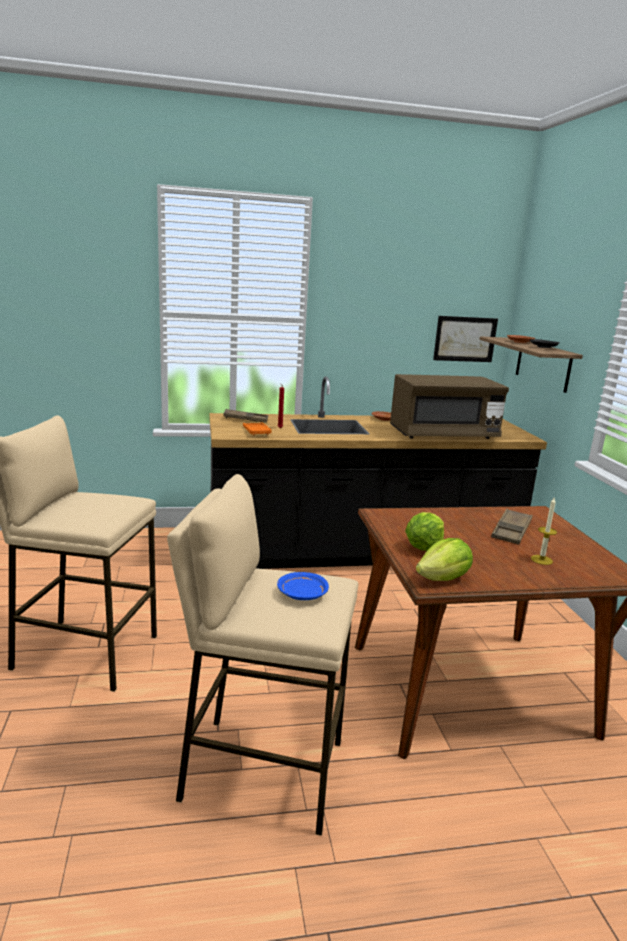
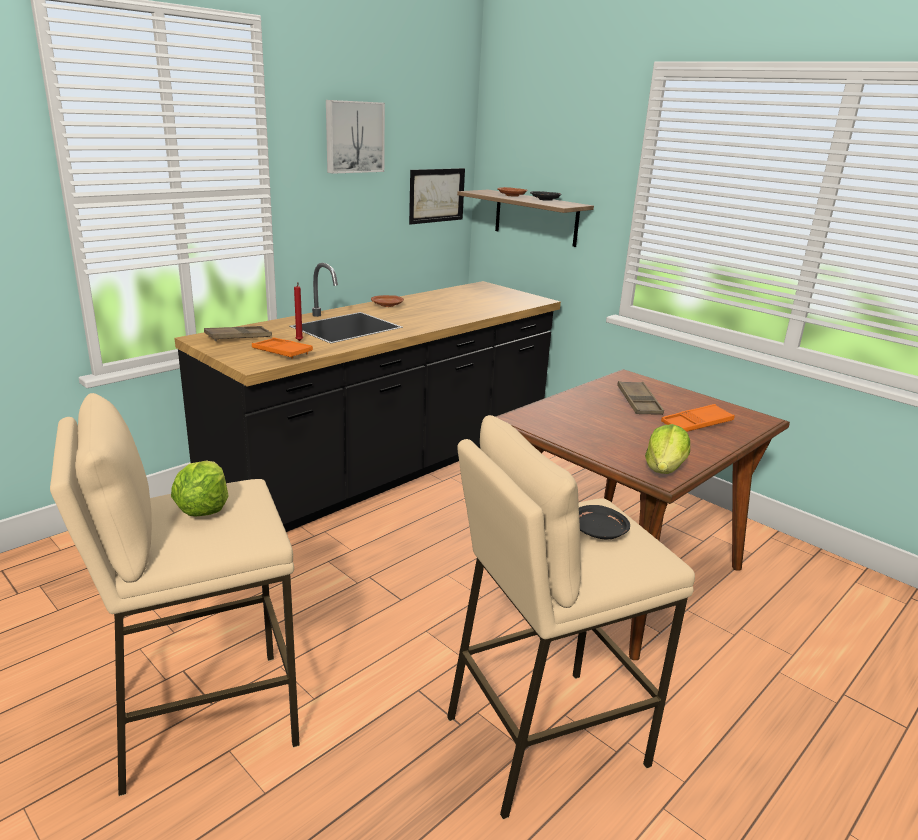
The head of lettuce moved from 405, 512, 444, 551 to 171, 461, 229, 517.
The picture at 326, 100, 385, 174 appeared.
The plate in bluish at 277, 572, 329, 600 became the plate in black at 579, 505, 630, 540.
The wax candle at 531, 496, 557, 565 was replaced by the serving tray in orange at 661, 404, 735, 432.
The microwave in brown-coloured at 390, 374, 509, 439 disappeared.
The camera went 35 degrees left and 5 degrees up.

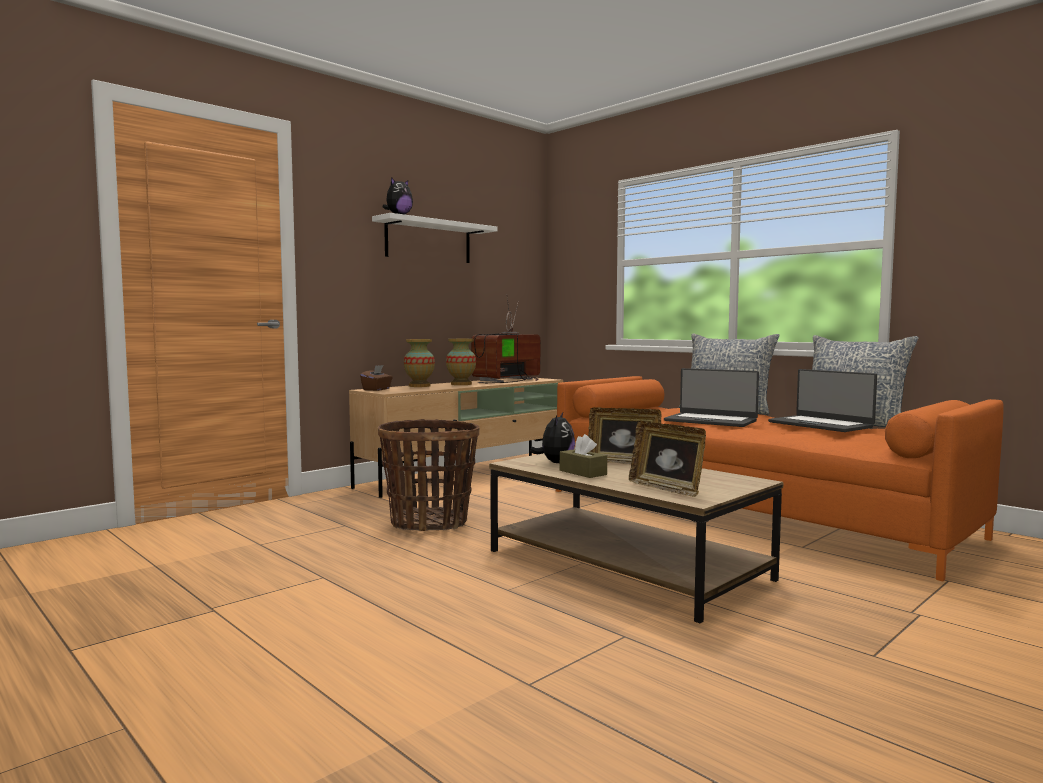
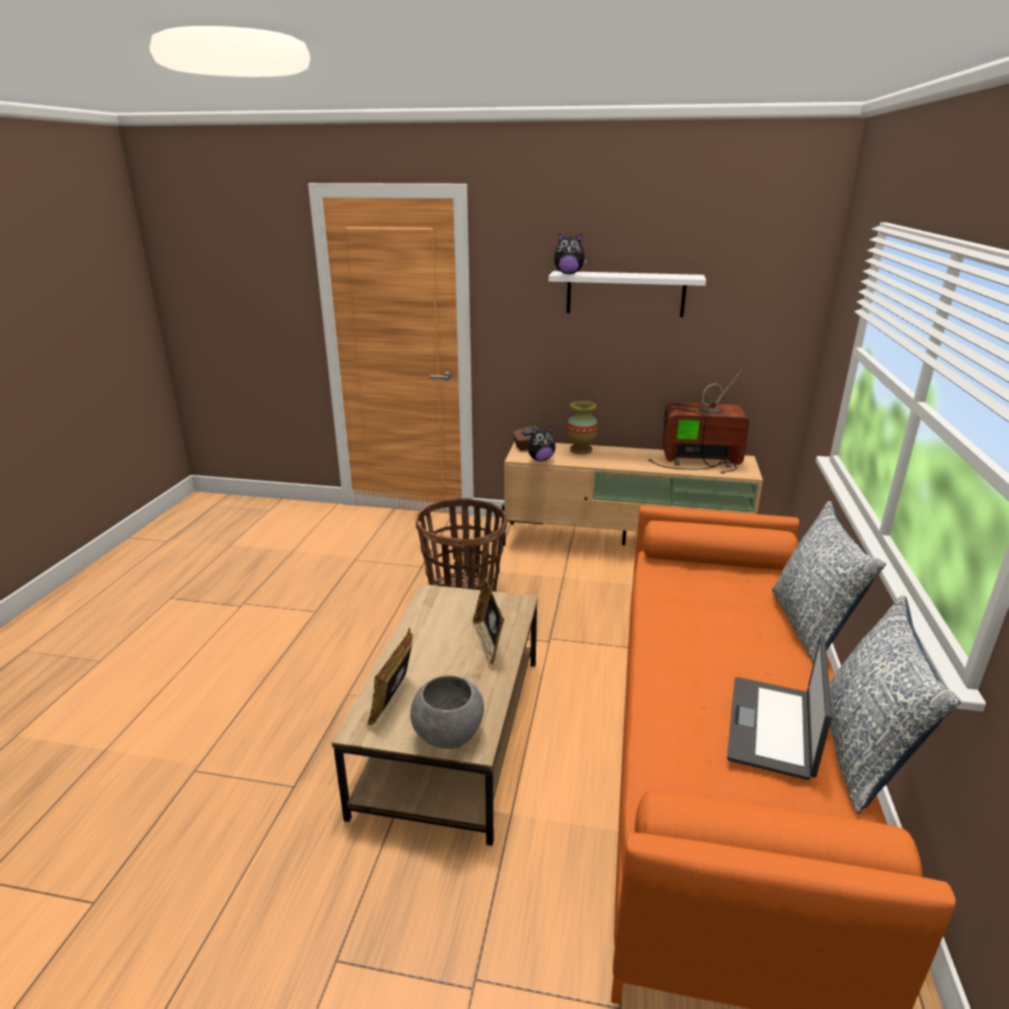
The bowl in greyish at 410, 675, 484, 749 appeared.
The plush toy moved from 530, 413, 575, 463 to 528, 426, 556, 461.
The decorative vase at 446, 339, 476, 385 disappeared.
The box of tissues in brown-coloured at 560, 434, 607, 478 disappeared.
The notebook computer at 664, 368, 759, 427 disappeared.
The camera went 55 degrees right and 20 degrees up.

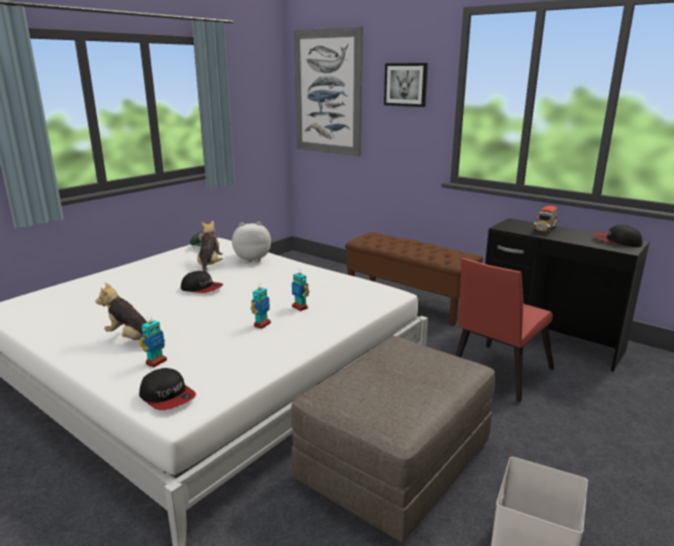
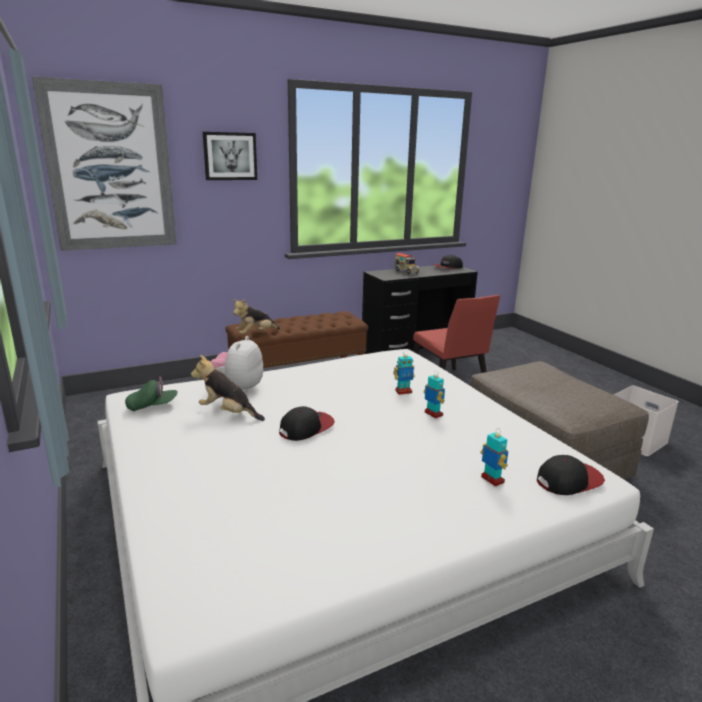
The plush toy moved from 96, 283, 164, 348 to 233, 299, 280, 334.
The camera went 65 degrees left and 0 degrees up.

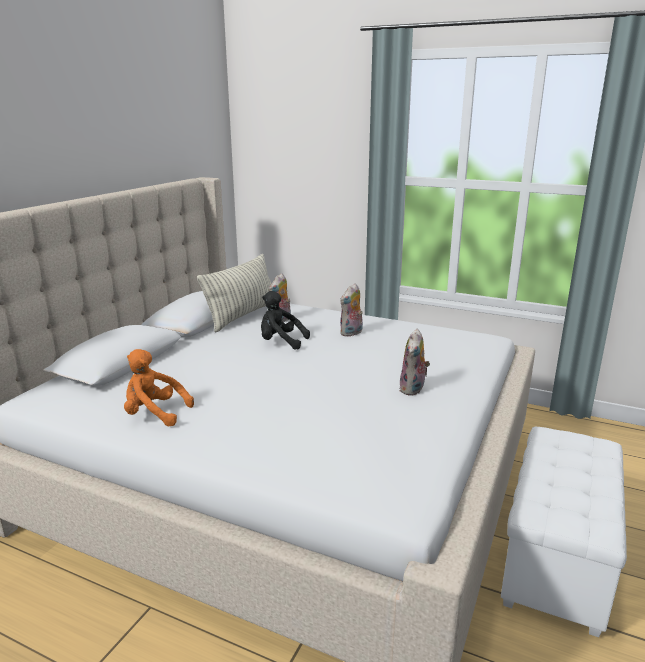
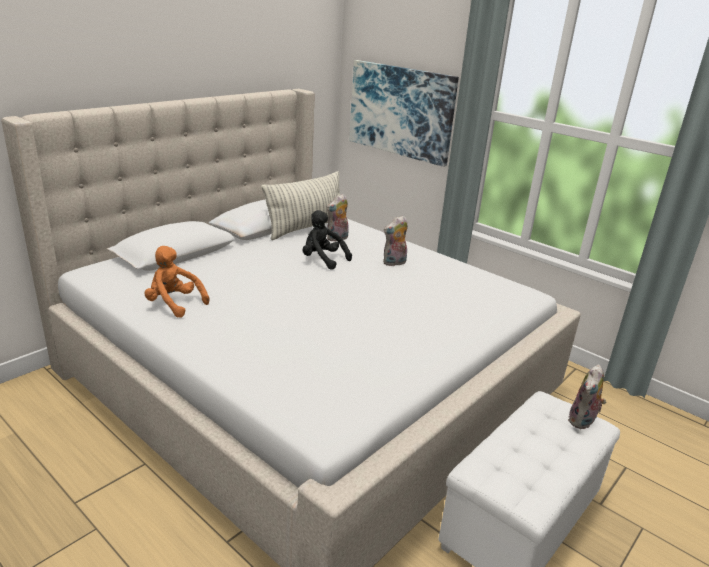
The picture at 349, 60, 459, 167 appeared.
The plush toy moved from 399, 329, 430, 396 to 568, 364, 606, 429.
The camera went 15 degrees right and 5 degrees up.

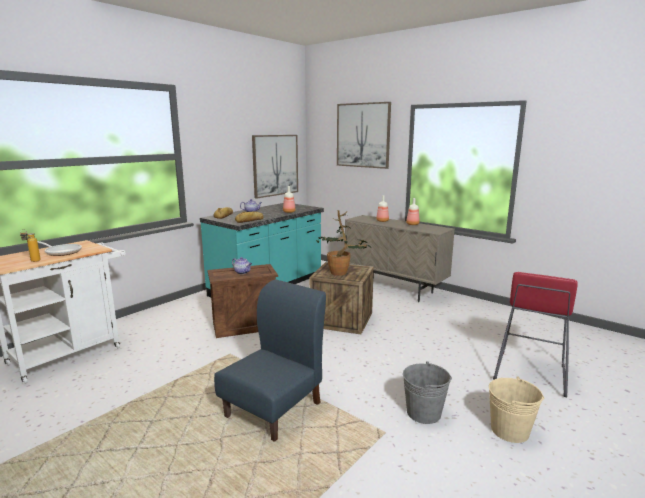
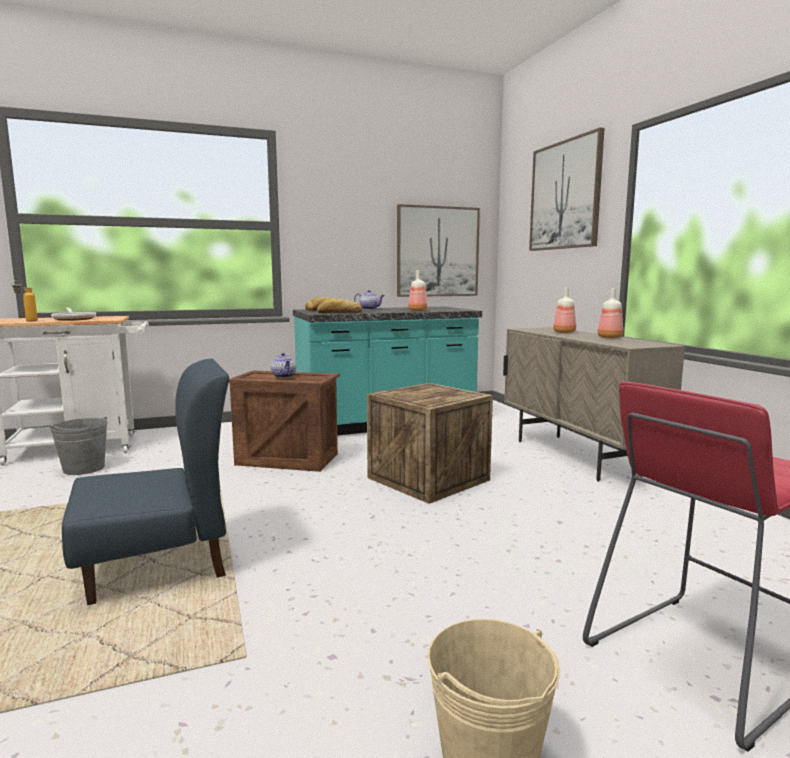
The pail in greyish moved from 403, 361, 452, 424 to 50, 417, 108, 475.
The houseplant at 316, 210, 371, 276 disappeared.
The camera went 30 degrees right and 5 degrees down.

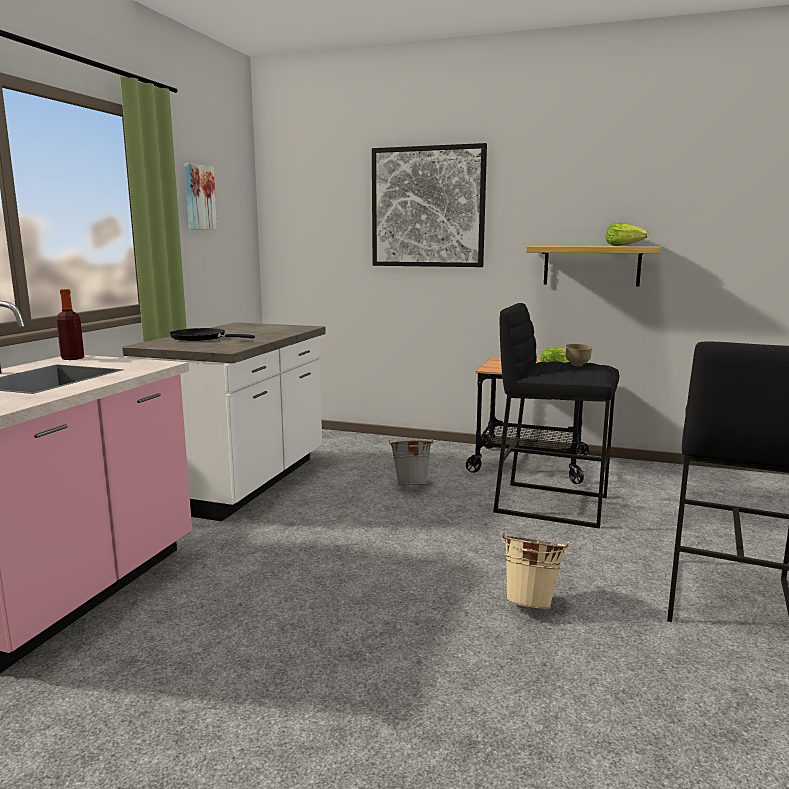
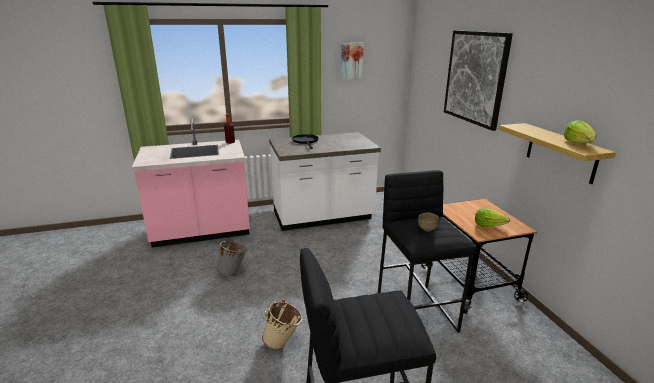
The pail in greyish moved from 389, 439, 434, 485 to 217, 239, 247, 276.
The camera went 55 degrees right and 10 degrees up.

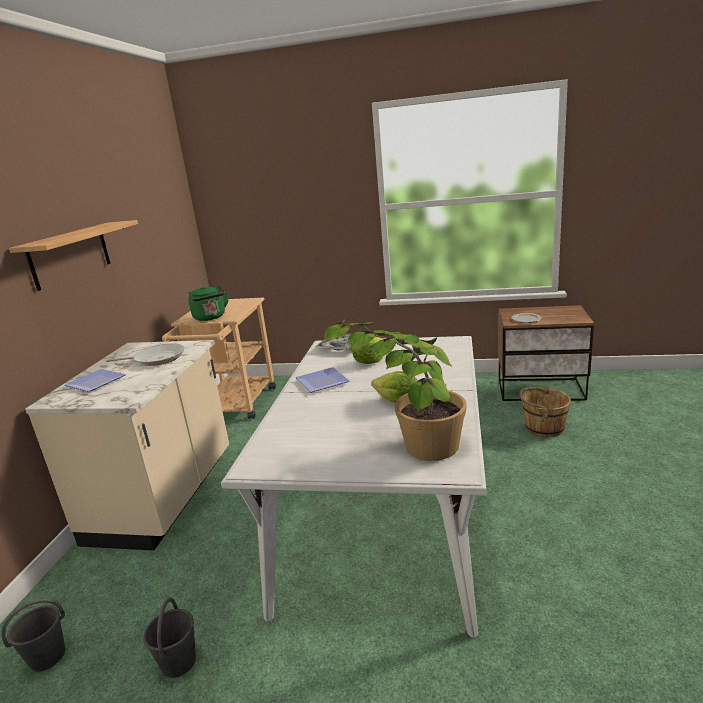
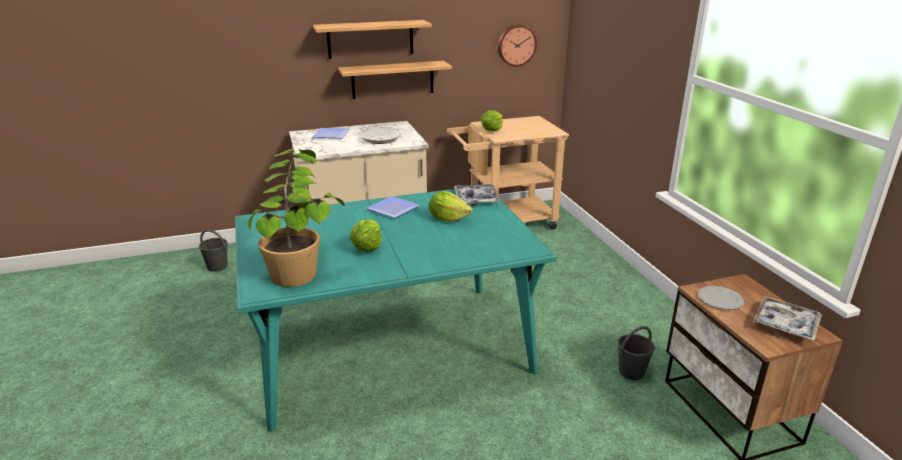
The kitchen table in white-coloured at 221, 336, 486, 638 became the kitchen table in blue-green at 235, 189, 557, 432.
The wall shelf at 338, 61, 452, 99 appeared.
The kettle in green at 189, 285, 229, 321 was replaced by the head of lettuce at 481, 110, 503, 131.
The hanging clock at 498, 25, 537, 67 appeared.
The pail in greyish moved from 143, 598, 196, 678 to 618, 326, 655, 380.
The serving tray at 753, 296, 822, 341 appeared.
The pail in brown-coloured at 519, 387, 571, 437 disappeared.
The camera went 60 degrees right and 5 degrees up.

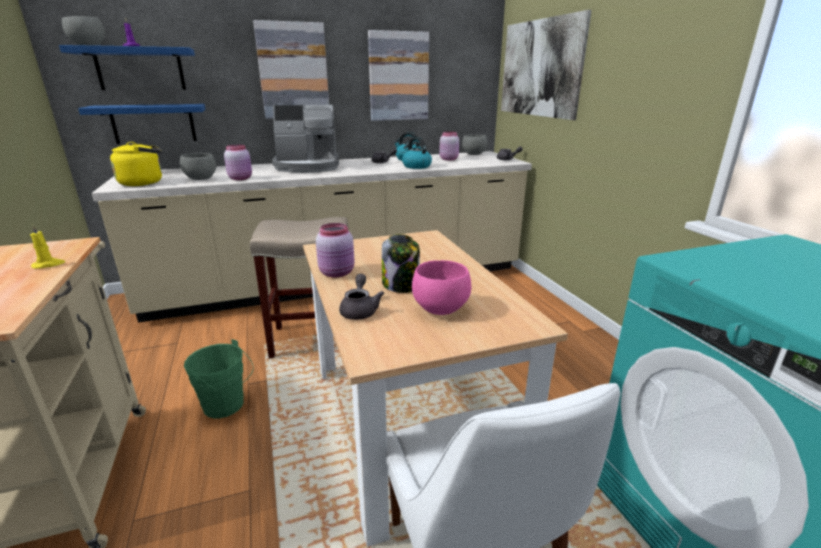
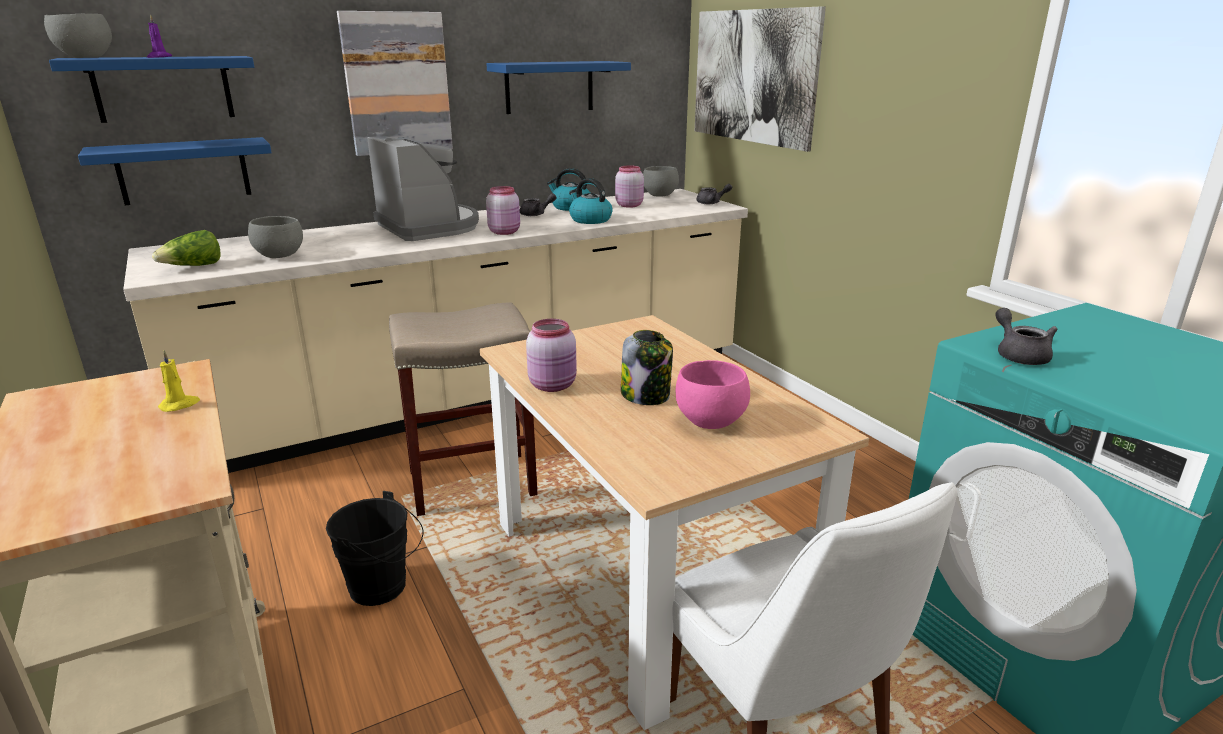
The kettle in yellow at 110, 142, 162, 186 was replaced by the head of lettuce at 152, 230, 221, 266.
The pail in green at 184, 339, 254, 418 became the pail in black at 326, 491, 423, 606.
The coffee maker at 272, 105, 339, 173 turned 105 degrees counterclockwise.
The picture at 368, 30, 429, 121 was replaced by the wall shelf in bluish at 486, 61, 631, 114.
The preserve jar in pink moved from 224, 145, 252, 180 to 486, 186, 520, 235.
The teapot in greyish moved from 339, 274, 384, 320 to 995, 308, 1058, 365.
The camera went 10 degrees left and 0 degrees up.

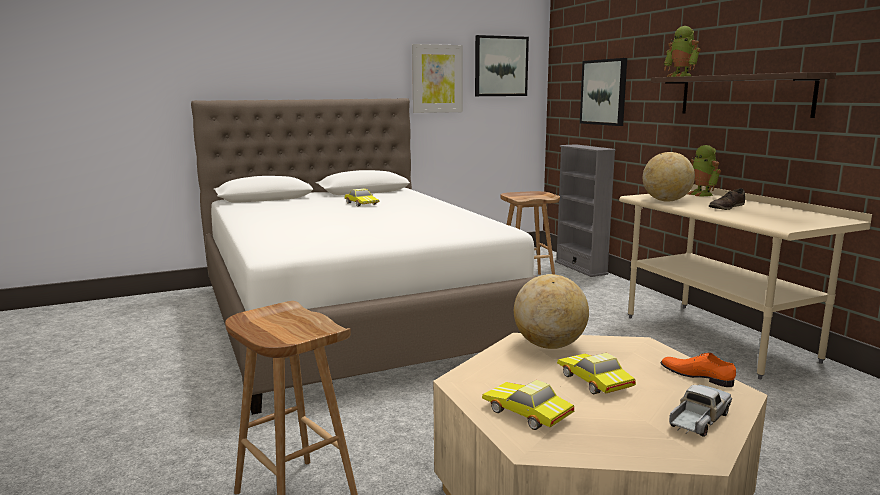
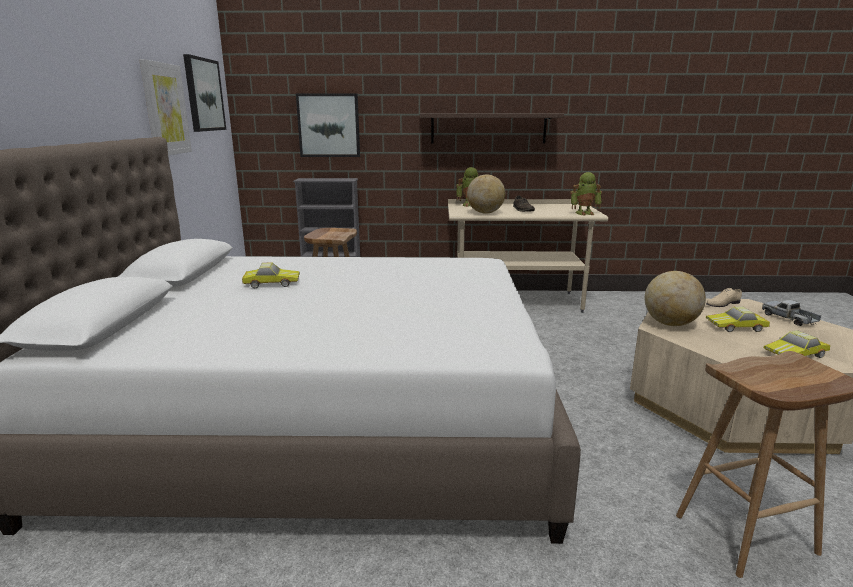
The toy robot moved from 664, 26, 701, 77 to 570, 172, 602, 216.
The shoe in orange at 661, 352, 736, 387 became the shoe in beige-coloured at 706, 288, 742, 307.
The camera went 65 degrees left and 5 degrees up.

